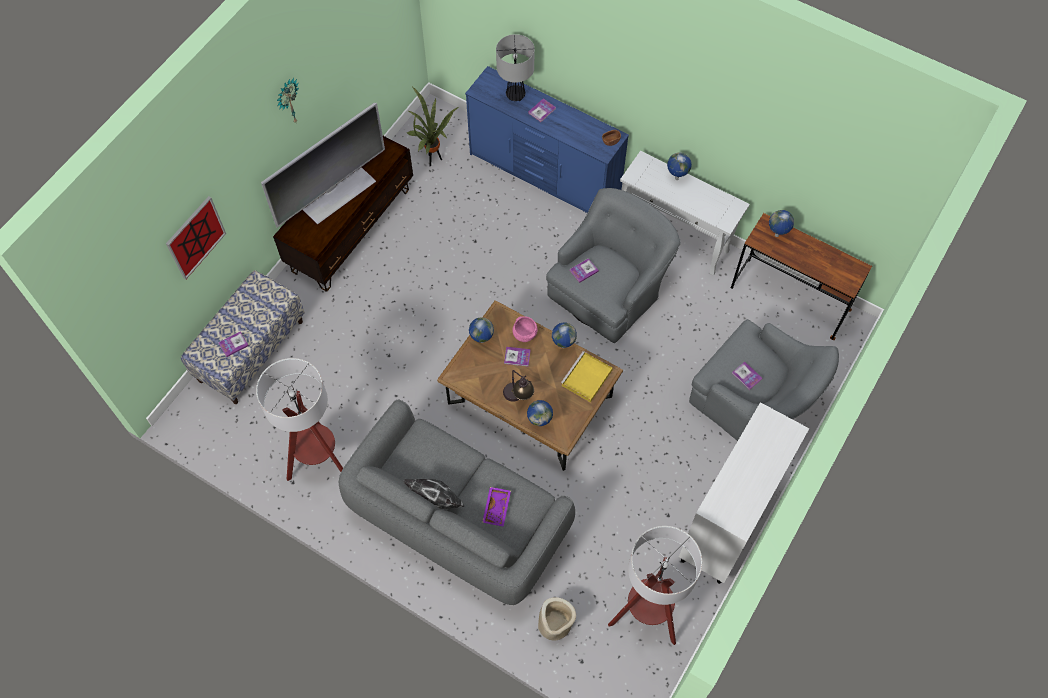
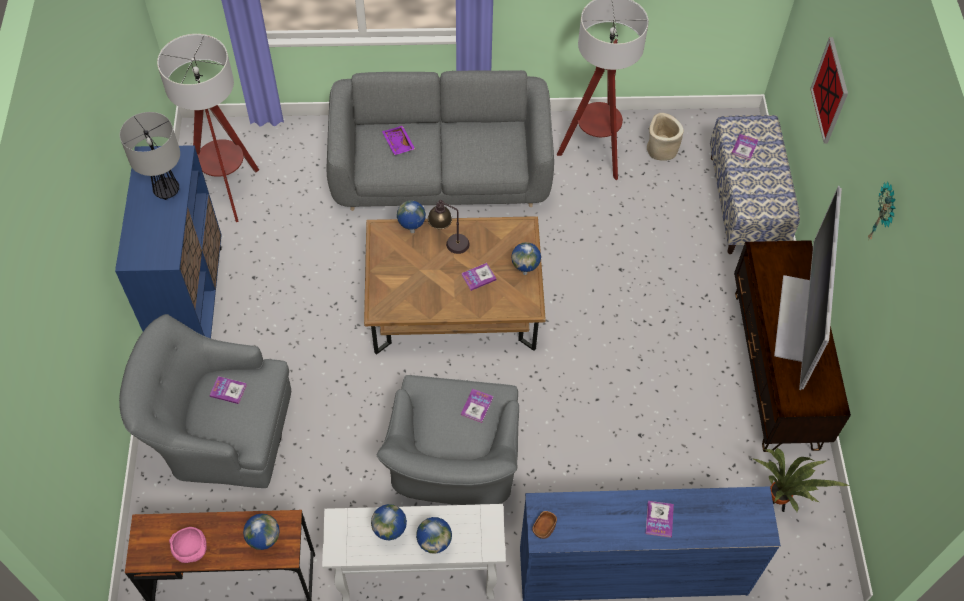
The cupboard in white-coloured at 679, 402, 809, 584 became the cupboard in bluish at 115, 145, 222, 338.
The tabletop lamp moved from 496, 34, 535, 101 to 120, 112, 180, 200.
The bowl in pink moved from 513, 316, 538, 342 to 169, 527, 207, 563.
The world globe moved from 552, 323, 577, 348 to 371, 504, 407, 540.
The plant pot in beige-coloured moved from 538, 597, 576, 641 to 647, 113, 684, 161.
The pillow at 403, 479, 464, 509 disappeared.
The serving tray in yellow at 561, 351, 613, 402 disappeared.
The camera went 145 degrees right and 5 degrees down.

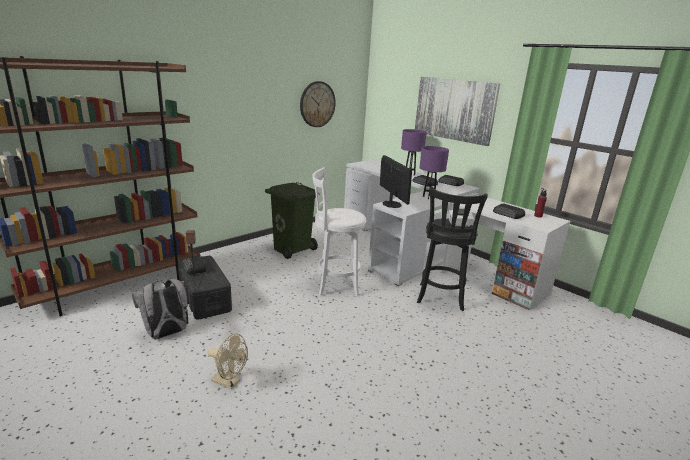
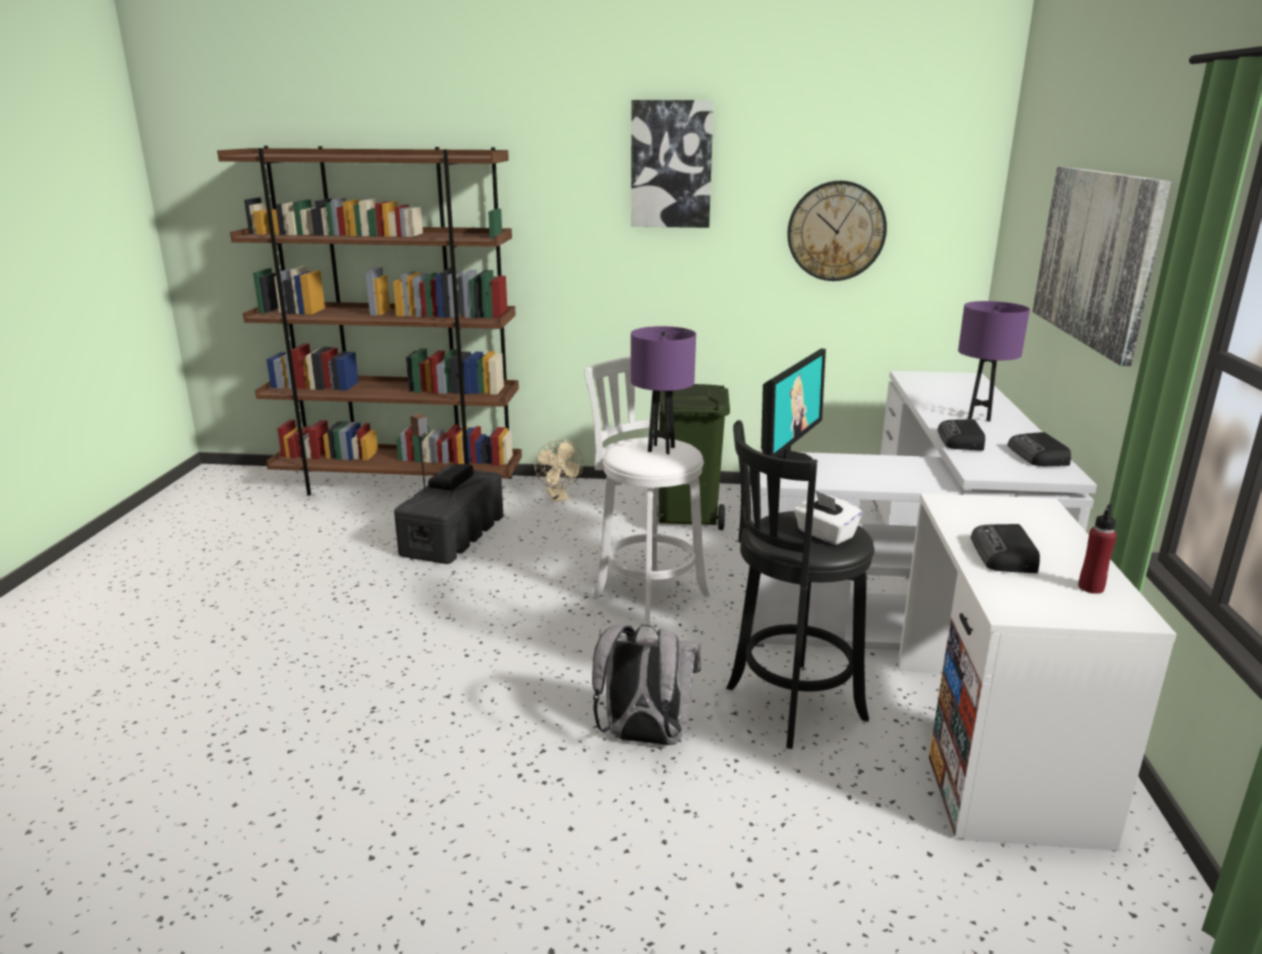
The cooling fan in beige-coloured moved from 208, 333, 248, 389 to 535, 439, 583, 502.
The rucksack in greyish moved from 132, 279, 188, 339 to 592, 624, 701, 745.
The picture at 631, 100, 714, 228 appeared.
The tabletop lamp in purplish moved from 419, 146, 449, 199 to 631, 326, 696, 454.
The camera went 50 degrees right and 0 degrees up.

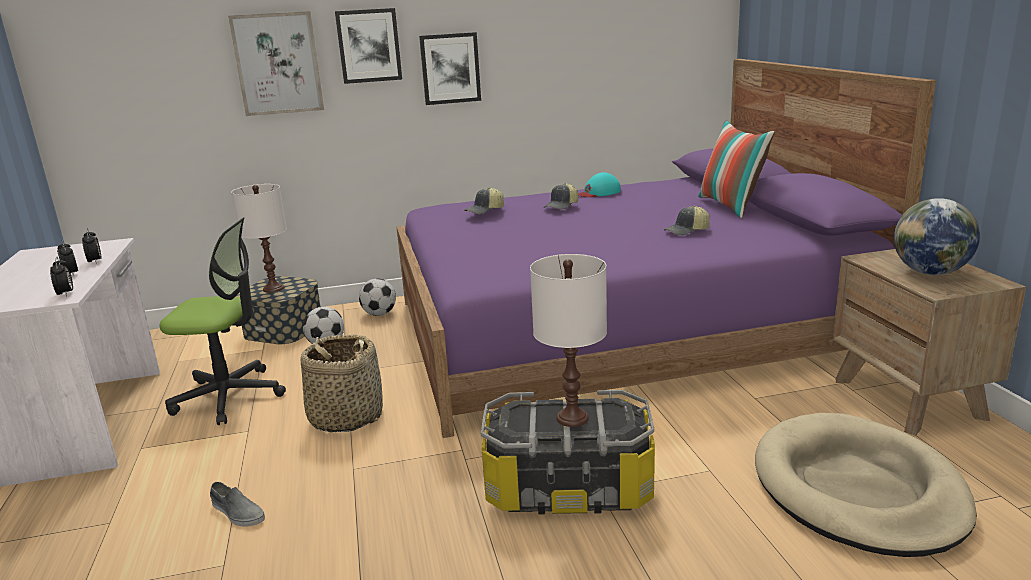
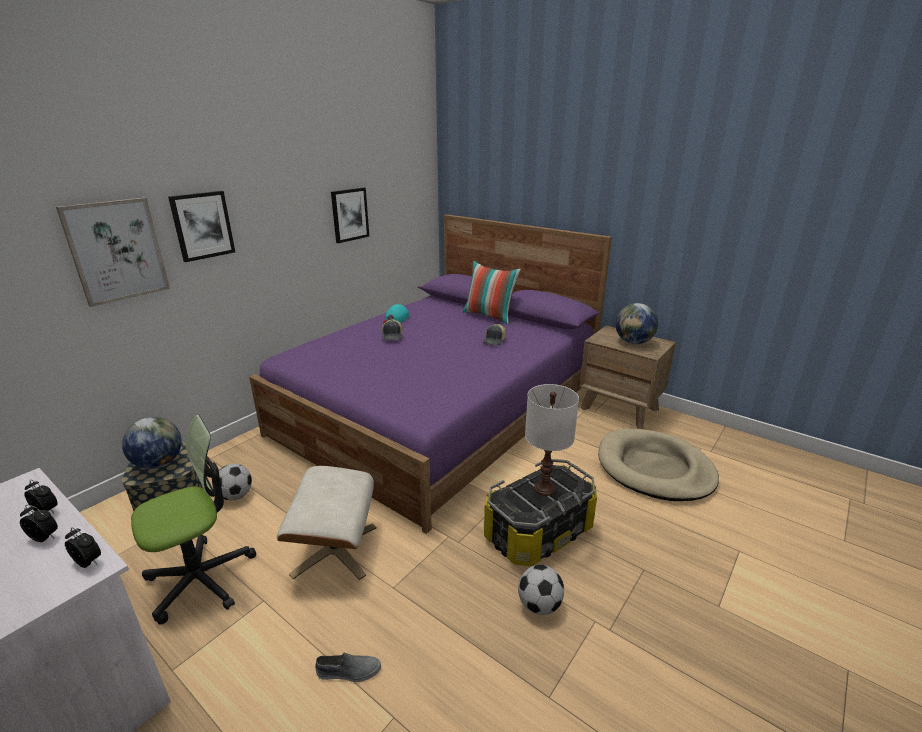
The tabletop lamp in white-coloured at 231, 184, 287, 293 was replaced by the world globe at 122, 417, 182, 469.
The basket at 301, 334, 383, 433 was replaced by the pouffe in beige-coloured at 277, 466, 377, 580.
The picture moved from 419, 32, 481, 105 to 331, 188, 369, 243.
The football moved from 359, 278, 396, 316 to 518, 565, 564, 615.
The peaked cap at 464, 187, 504, 214 disappeared.
The camera went 40 degrees left and 5 degrees up.

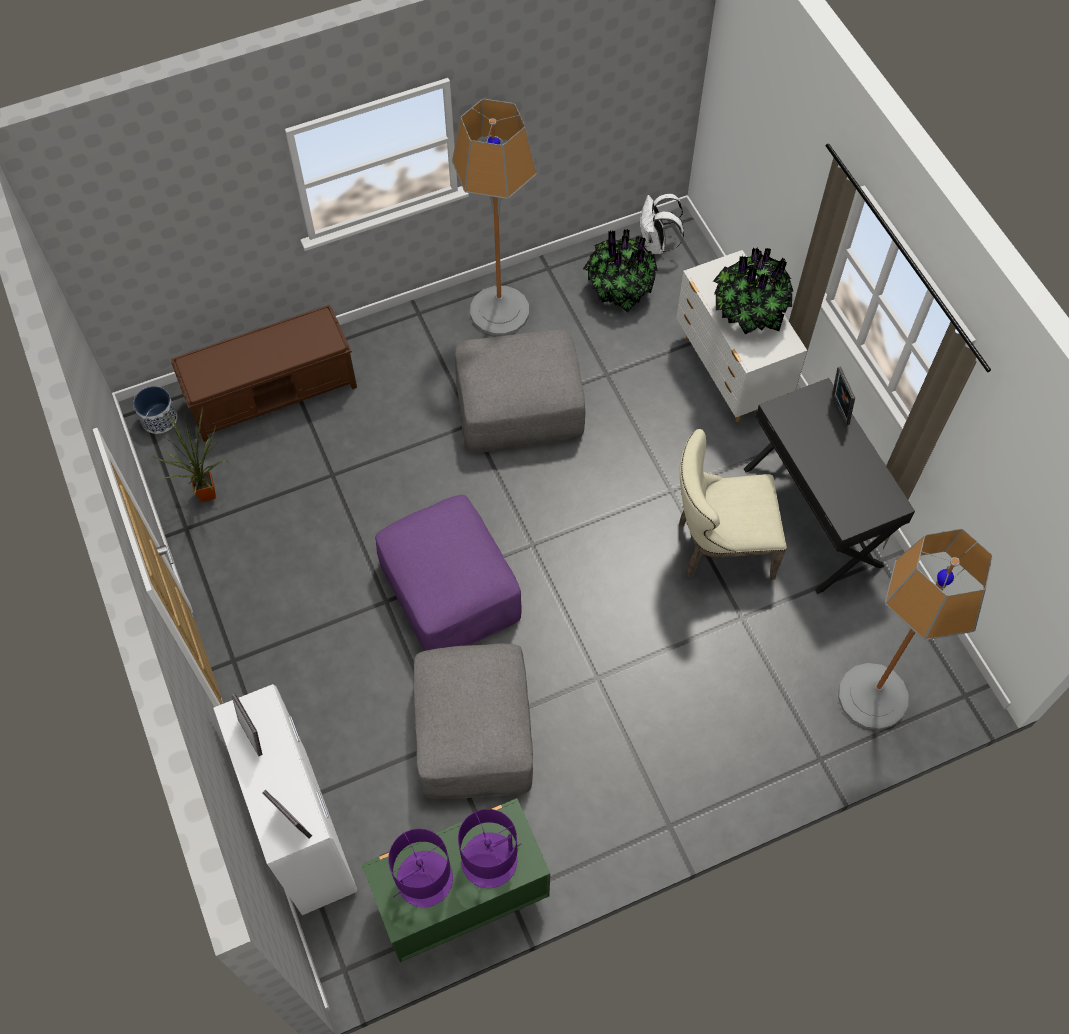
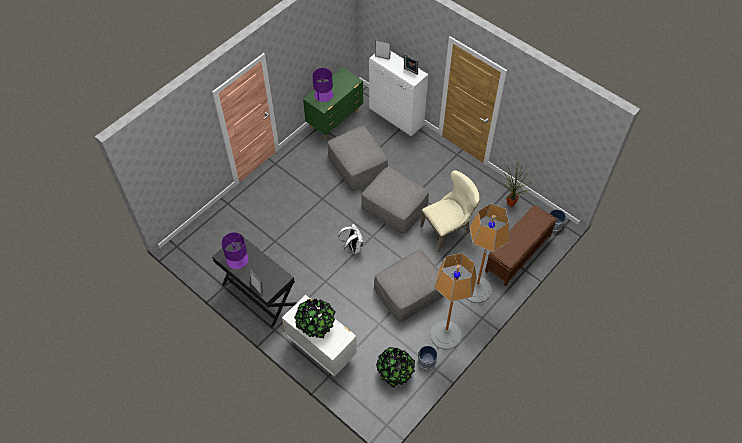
The tabletop lamp in purplish moved from 388, 829, 453, 907 to 221, 232, 249, 269.
The rucksack in white-coloured moved from 640, 193, 684, 254 to 339, 224, 364, 254.
The pouffe in purplish at 375, 495, 522, 651 became the pouffe in greyish at 361, 167, 429, 234.
The plant pot at 418, 346, 437, 369 appeared.
The chair in beige-coloured moved from 679, 429, 787, 580 to 420, 170, 480, 252.
The standard lamp moved from 838, 528, 993, 730 to 467, 203, 510, 303.
The camera went 155 degrees right and 5 degrees down.

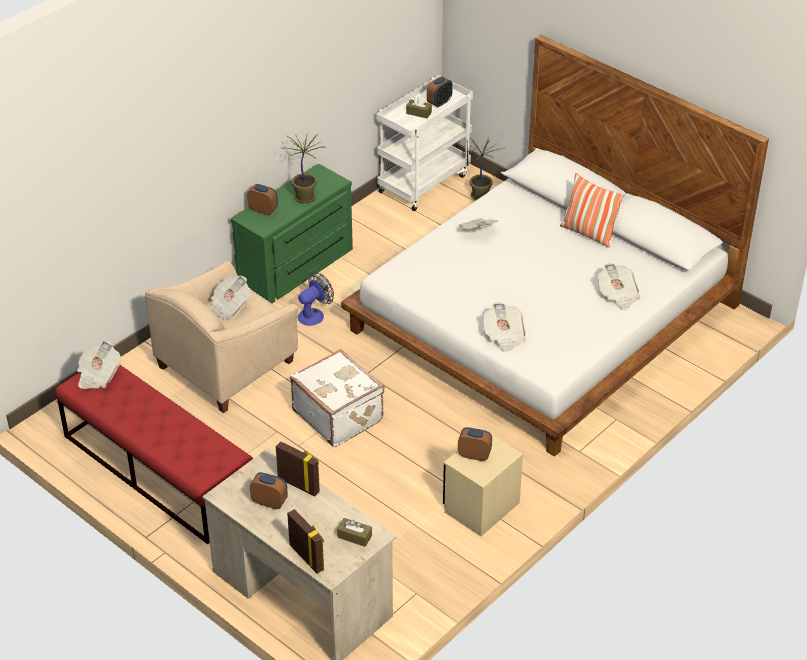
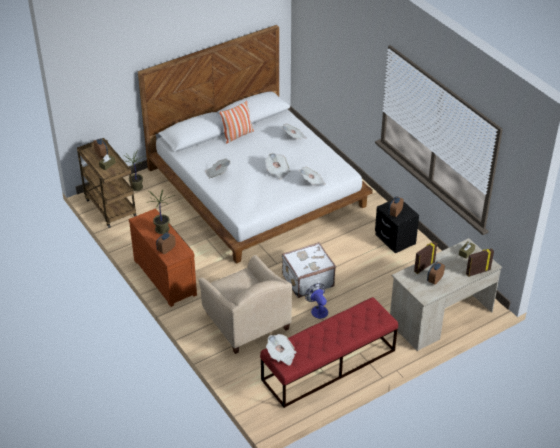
The trolley in white-coloured at 376, 75, 473, 211 became the trolley in brown-coloured at 77, 138, 137, 228.
The drawer chest in green at 231, 163, 353, 304 became the drawer chest in brown-coloured at 129, 208, 197, 307.
The daily paper moved from 209, 276, 251, 320 to 265, 153, 290, 180.
The cooling fan moved from 298, 272, 334, 326 to 305, 283, 328, 319.
The night table in beige-coloured at 443, 434, 523, 536 became the night table in black at 375, 200, 419, 253.
The camera went 75 degrees left and 0 degrees up.

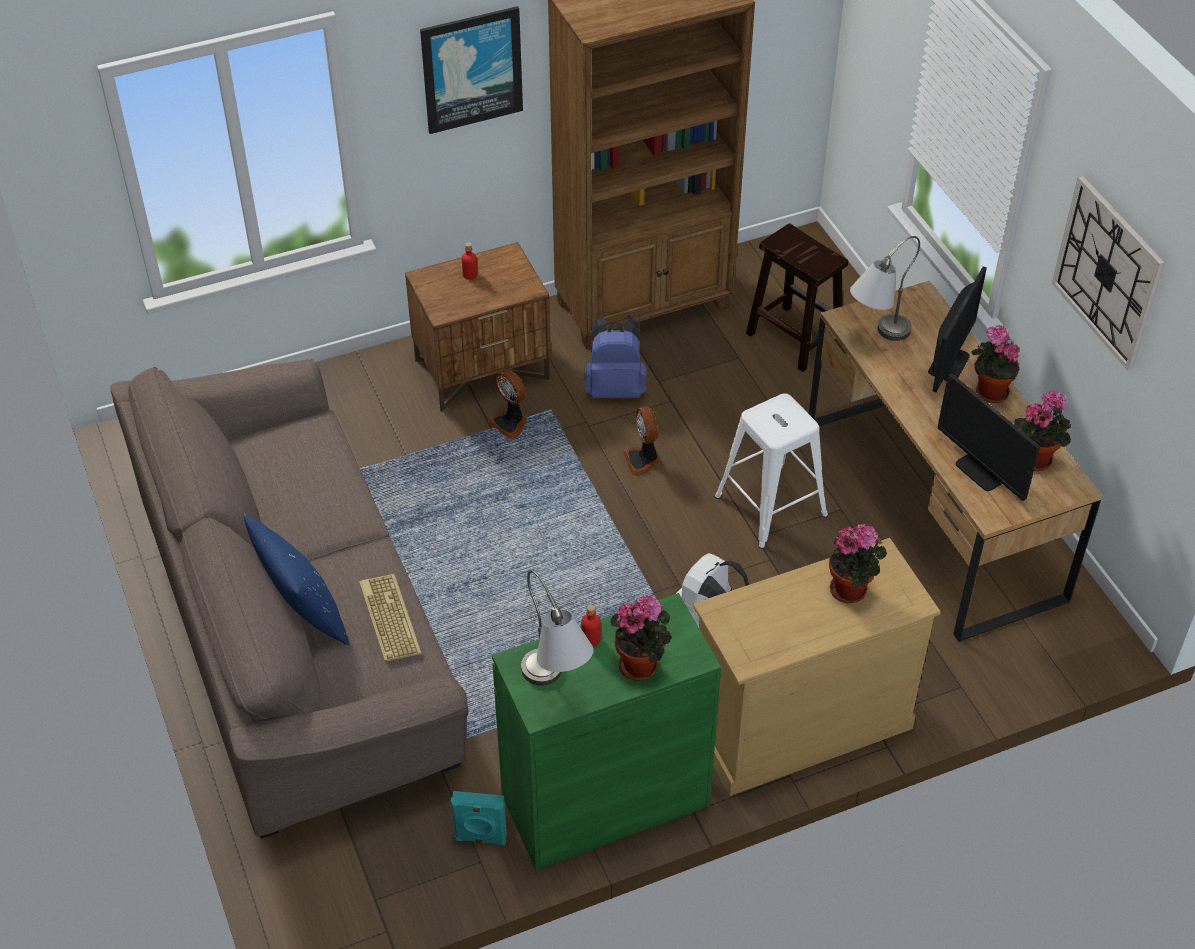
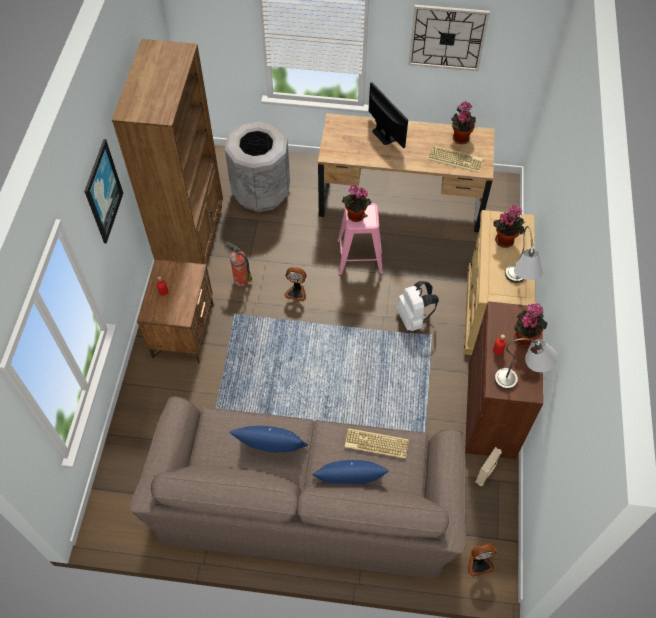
The rucksack in bluish at 584, 315, 647, 398 was replaced by the fire extinguisher at 224, 241, 252, 286.
The stool seat in brown-coloured at 746, 223, 848, 372 was replaced by the trash can in greyish at 225, 121, 290, 212.
The pillow in bluish at 229, 426, 308, 453 appeared.
The stool seat in white-coloured at 715, 393, 828, 549 became the stool seat in pink at 337, 203, 383, 276.
The houseplant moved from 971, 325, 1020, 403 to 342, 185, 372, 222.
The monitor at 938, 373, 1040, 501 was replaced by the keyboard at 428, 145, 483, 173.
The cupboard in green at 492, 593, 721, 870 became the cupboard in brown-coloured at 465, 301, 543, 459.
The cooling fan moved from 488, 369, 528, 439 to 468, 543, 497, 577.
The audio speaker in blue-green at 451, 791, 507, 845 became the audio speaker in beige-coloured at 476, 447, 502, 486.
The tabletop lamp in greyish moved from 850, 236, 920, 341 to 505, 226, 543, 283.
The camera went 60 degrees left and 10 degrees up.

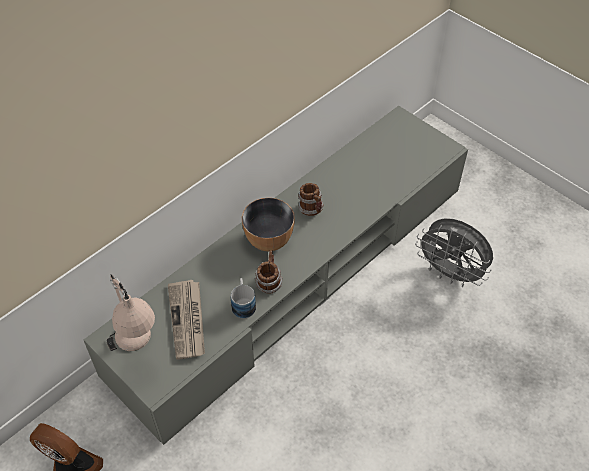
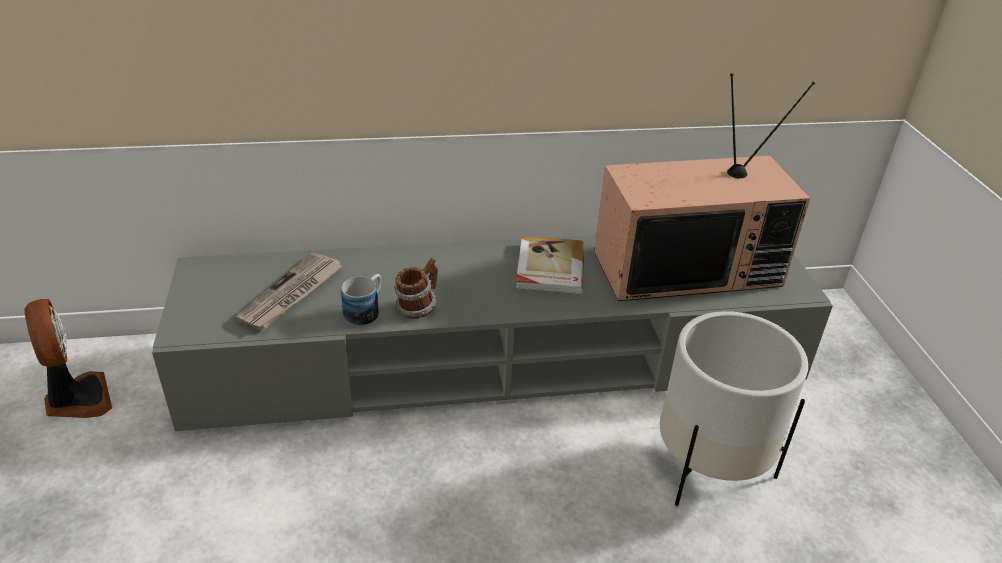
The tea mug at 298, 183, 324, 216 was replaced by the volume at 515, 236, 584, 295.
The TV at 594, 73, 815, 301 appeared.
The cooling fan in greyish at 415, 218, 493, 287 was replaced by the plant pot in white-coloured at 660, 311, 808, 506.
The tabletop lamp in beige-coloured at 107, 274, 155, 351 disappeared.
The bowl at 242, 198, 295, 251 disappeared.
The camera went 35 degrees right and 15 degrees down.

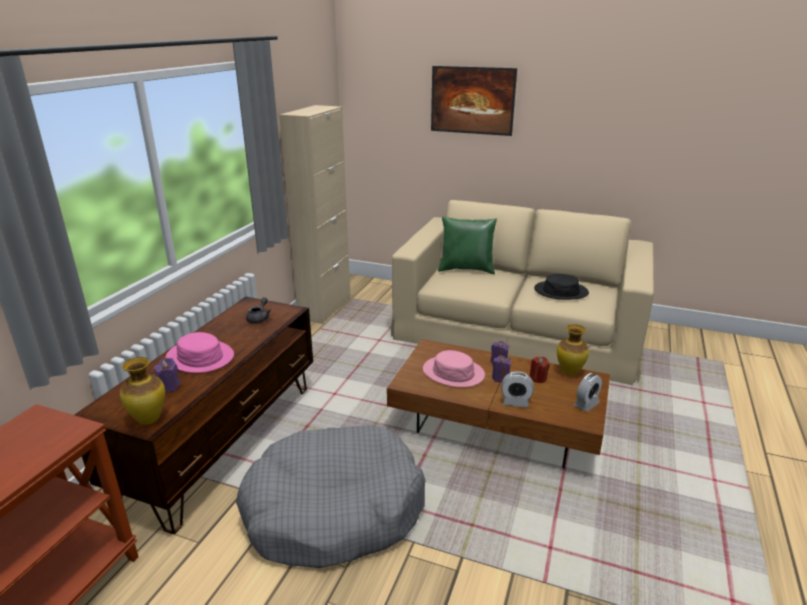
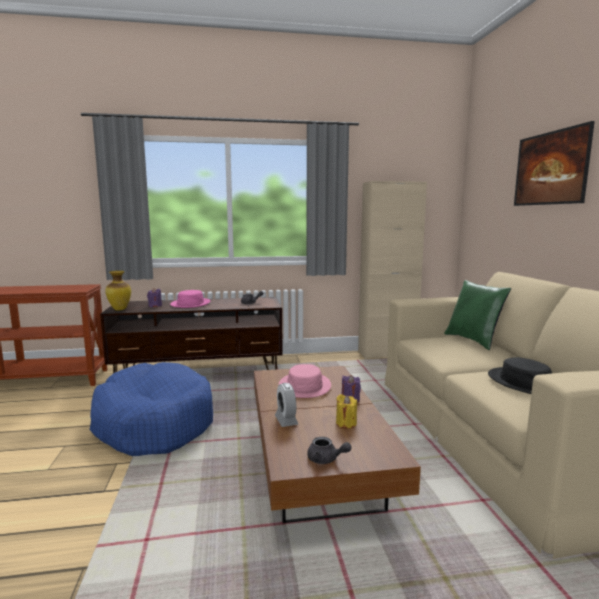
The dog bed in greyish at 236, 425, 426, 568 became the dog bed in bluish at 90, 362, 213, 456.
The alarm clock at 574, 373, 602, 412 was replaced by the teapot in greyish at 307, 437, 351, 464.
The wax candle in red-coloured at 529, 356, 550, 383 became the wax candle in yellow at 336, 394, 357, 429.
The wax candle in purplish at 492, 356, 511, 383 disappeared.
The decorative vase at 557, 324, 589, 376 disappeared.
The camera went 60 degrees right and 15 degrees down.

